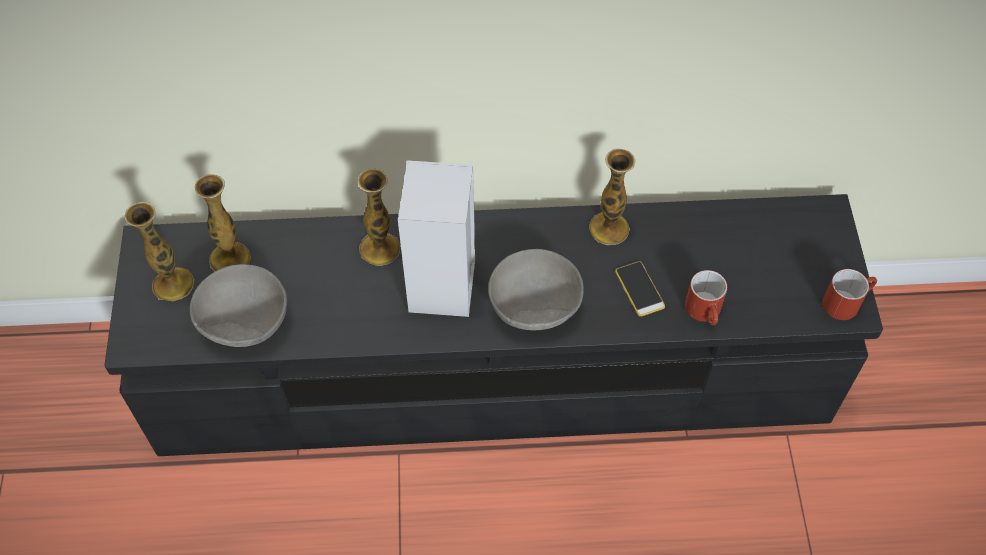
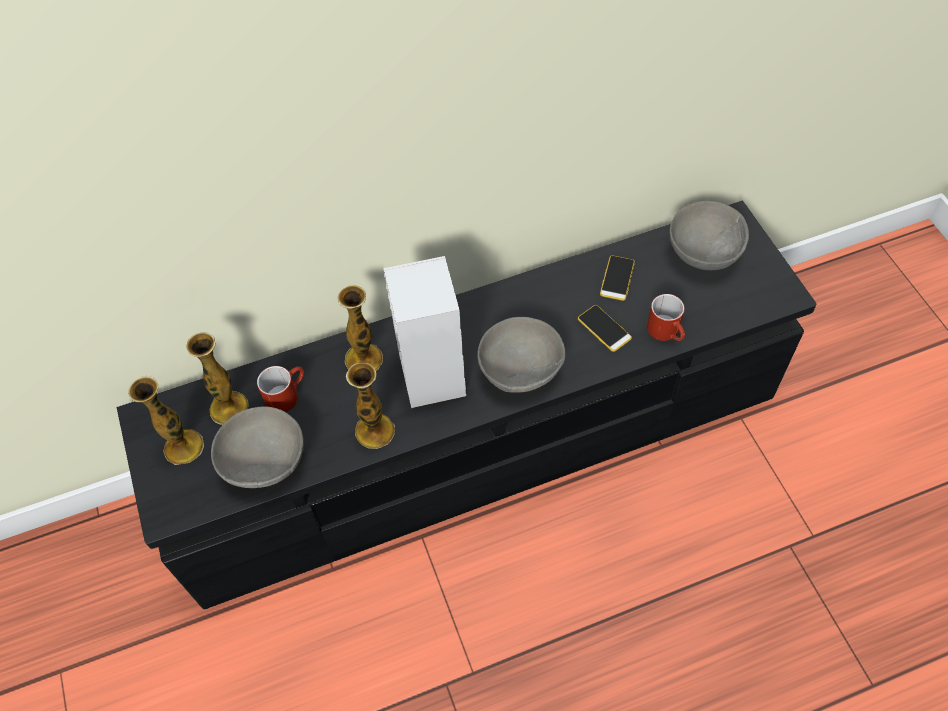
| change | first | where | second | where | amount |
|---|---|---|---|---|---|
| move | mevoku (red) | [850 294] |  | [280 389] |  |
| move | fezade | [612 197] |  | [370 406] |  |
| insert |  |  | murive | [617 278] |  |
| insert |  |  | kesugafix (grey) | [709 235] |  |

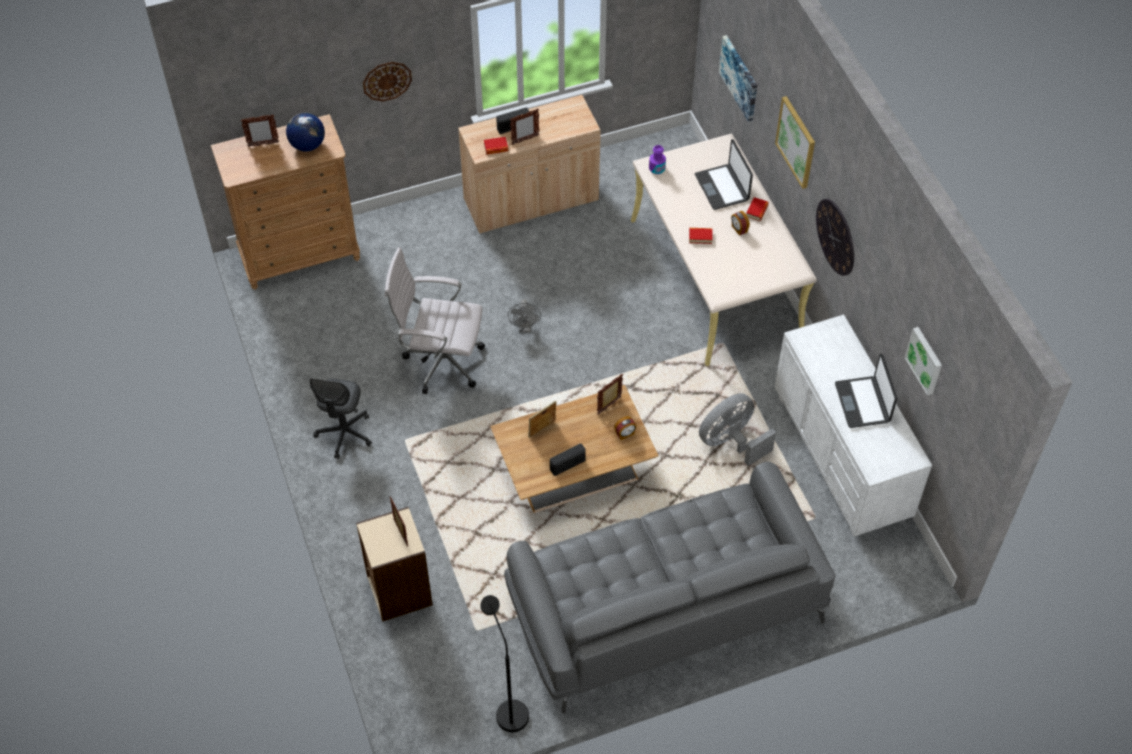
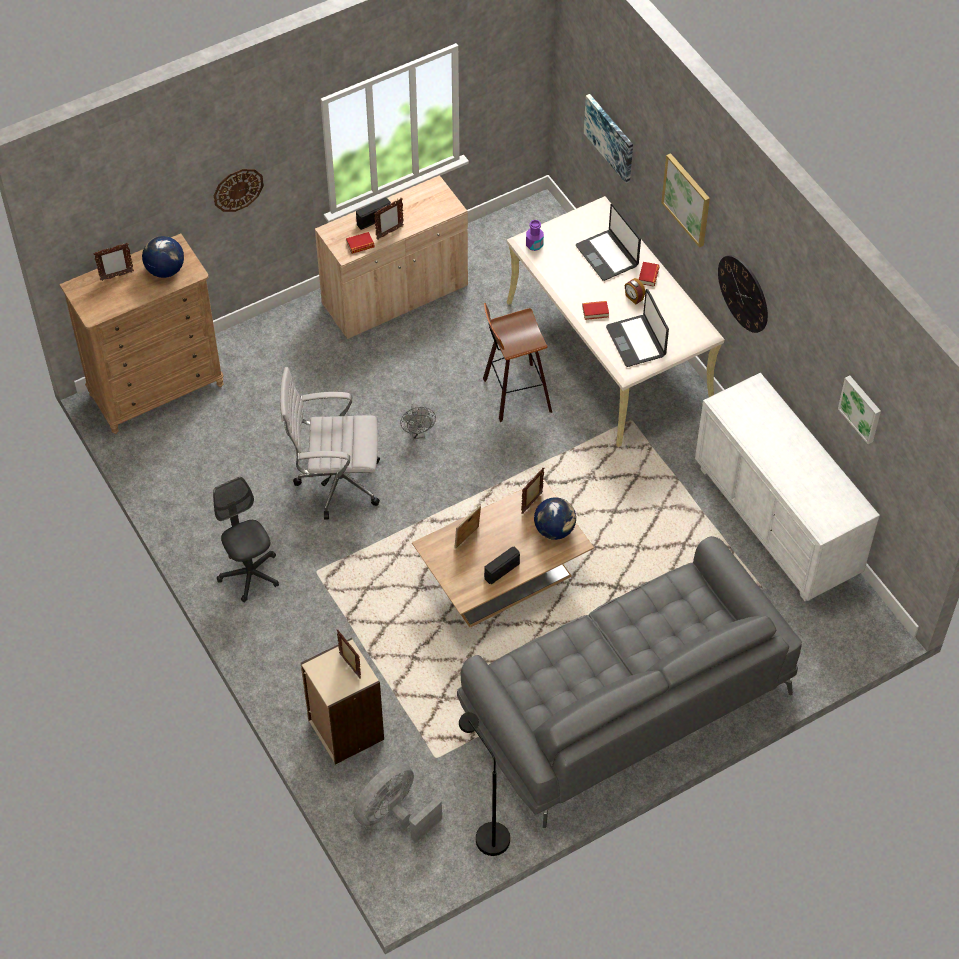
| change | first | where | second | where | amount |
|---|---|---|---|---|---|
| rotate | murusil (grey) | [341 418] |  | [246 539] | 150 degrees clockwise |
| move | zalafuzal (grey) | [737 429] |  | [397 802] |  |
| insert |  |  | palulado | [517 362] |  |
| replace | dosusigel | [625 428] | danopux | [555 518] |  |
| move | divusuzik | [866 390] |  | [637 328] |  |

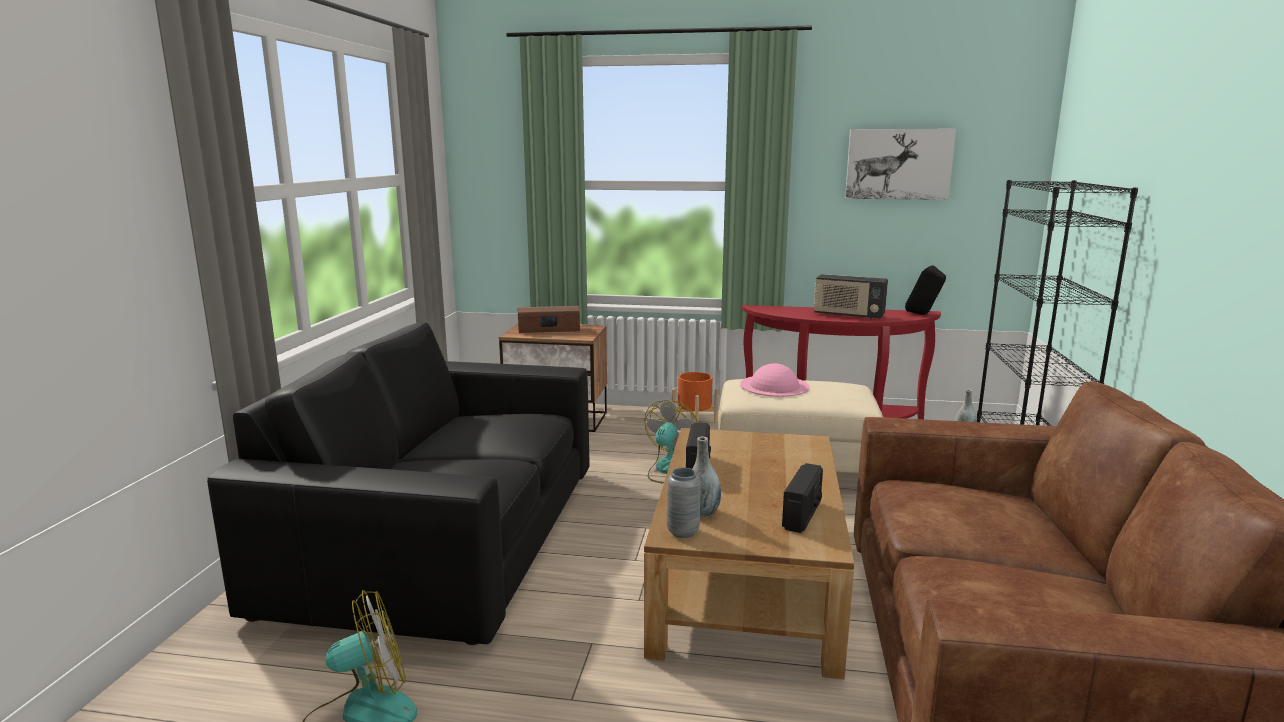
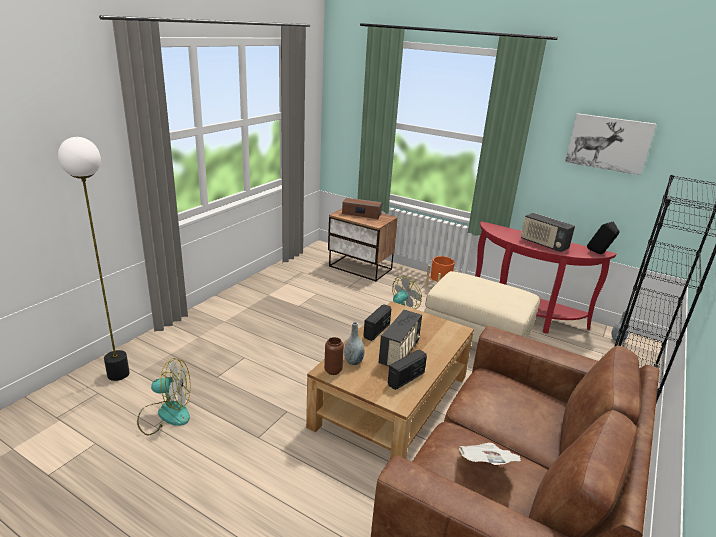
| change | first | where | second | where | amount |
|---|---|---|---|---|---|
| insert |  |  | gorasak | [94 259] |  |
| recolor | fezade (grey) | [684 503] | fezade (brown) | [334 356] |  |
| insert |  |  | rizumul | [400 338] |  |
| insert |  |  | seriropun | [490 454] |  |
| delete | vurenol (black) | [398 483] |  |  |  |
| delete | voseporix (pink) | [775 380] |  |  |  |

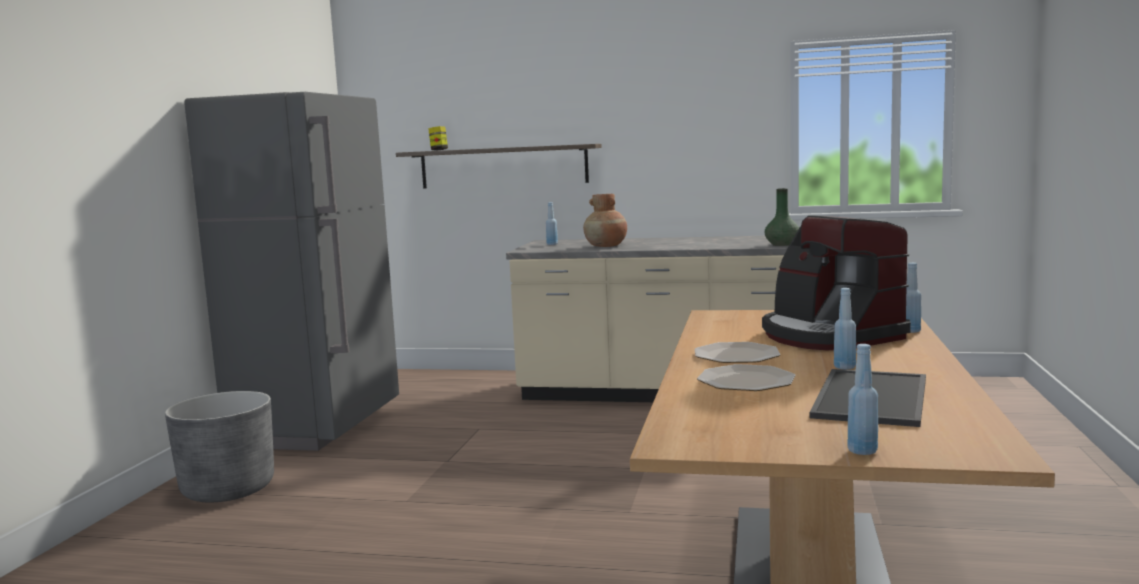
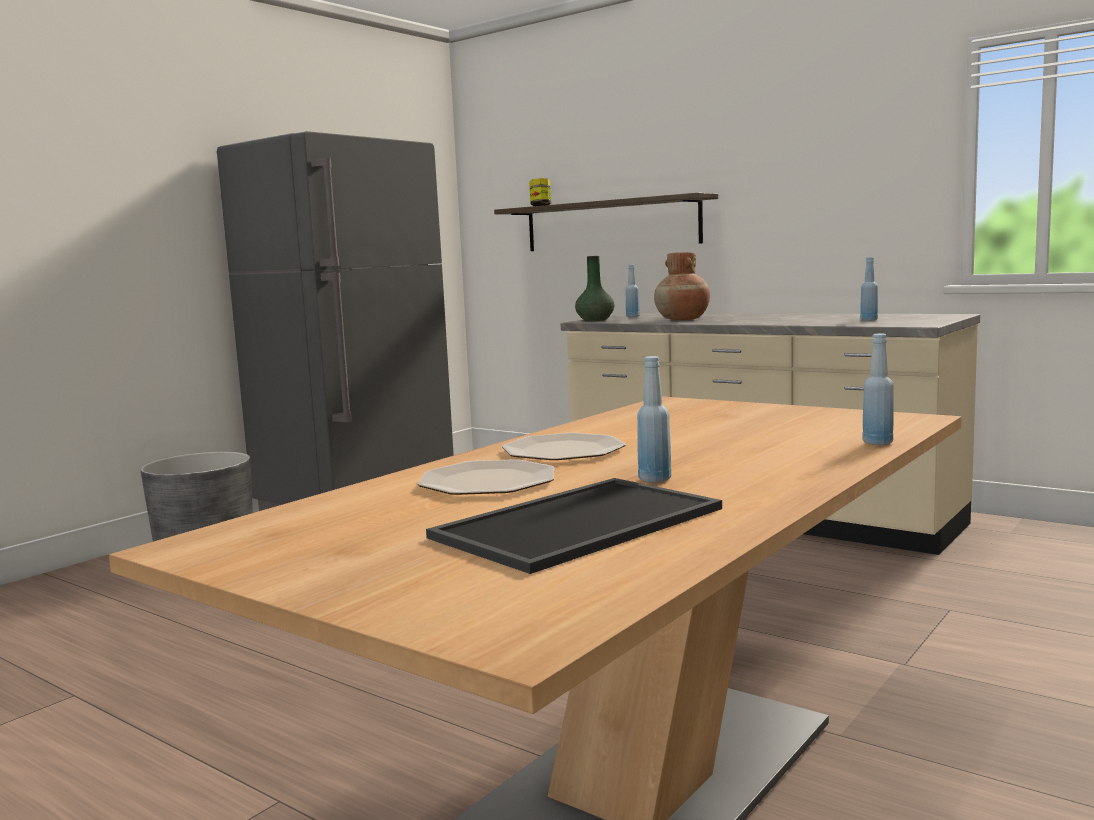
| change | first | where | second | where | amount |
|---|---|---|---|---|---|
| move | fezade (green) | [781 217] |  | [595 288] |  |
| move | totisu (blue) | [862 399] |  | [869 289] |  |
| delete | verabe | [836 282] |  |  |  |

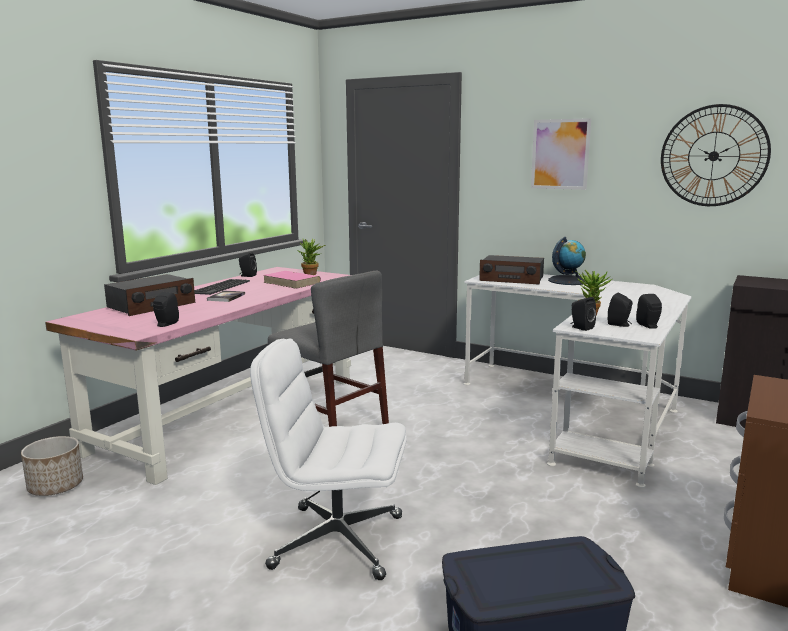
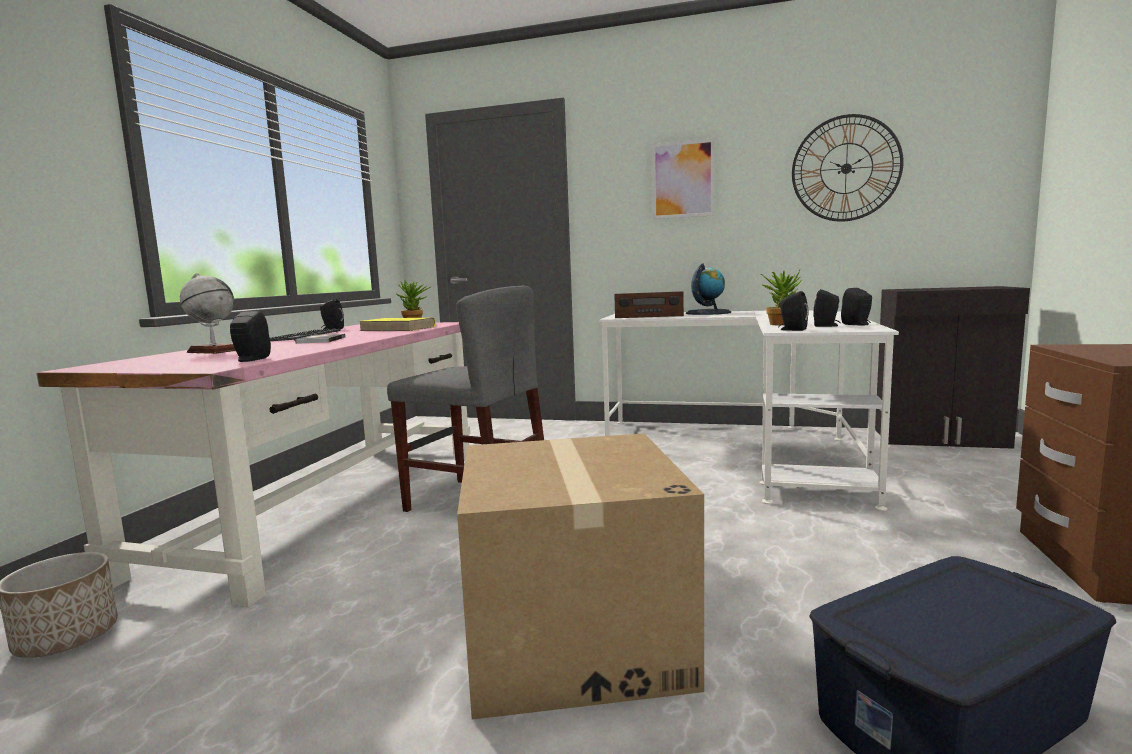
| change | first | where | second | where | amount |
|---|---|---|---|---|---|
| replace | rizumul | [149 295] | danopux | [208 313] |  |
| recolor | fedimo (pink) | [292 280] | fedimo (yellow) | [397 324] |  |
| replace | murusil (white) | [328 459] | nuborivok | [580 576] |  |

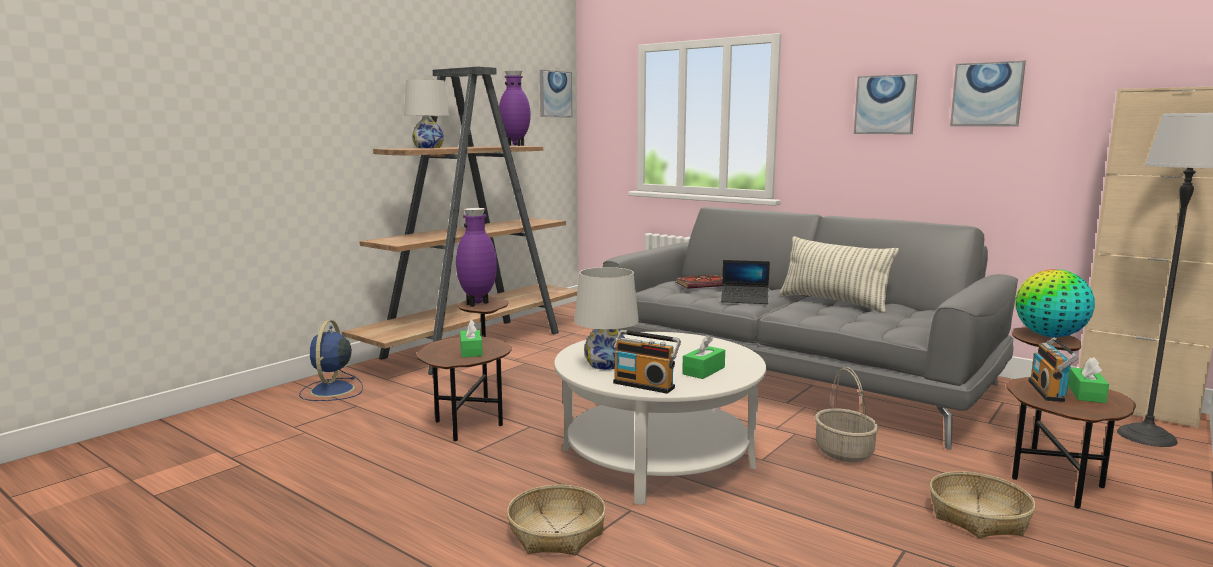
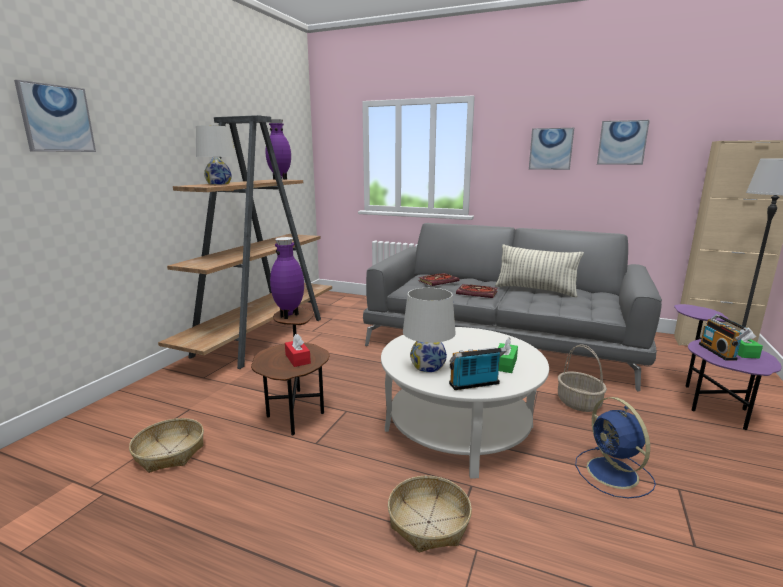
| change | first | where | second | where | amount |
|---|---|---|---|---|---|
| move | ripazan | [556 94] |  | [55 116] |  |
| move | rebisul | [983 504] |  | [166 445] |  |
| recolor | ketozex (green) | [471 338] | ketozex (red) | [298 350] |  |
| rotate | rizumul | [647 362] |  | [478 368] | 150 degrees clockwise |
| replace | divusuzik | [745 282] | fedimo | [477 291] |  |
| move | zalafuzal (blue) | [331 360] |  | [615 447] |  |
| recolor | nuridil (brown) | [1071 418] | nuridil (purple) | [727 367] |  |
| delete | danopux | [1055 303] |  |  |  |

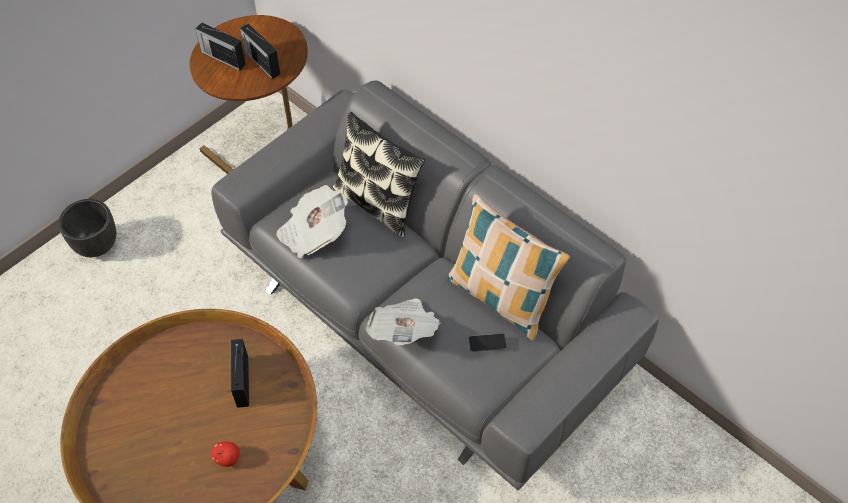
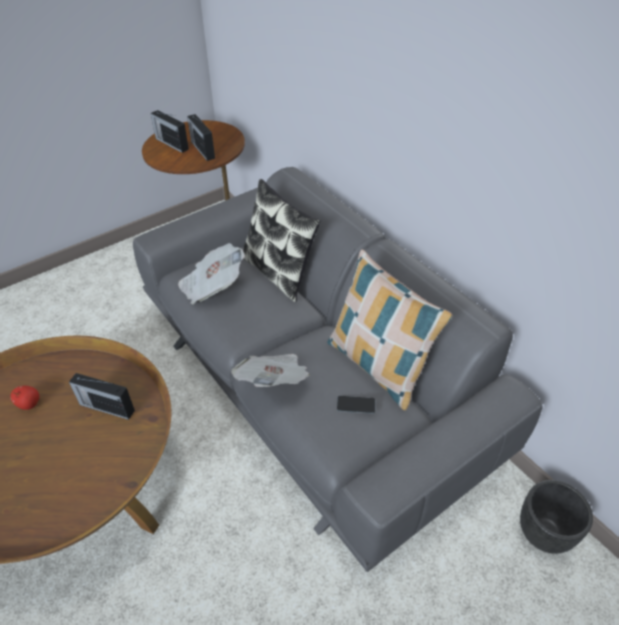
| change | first | where | second | where | amount |
|---|---|---|---|---|---|
| move | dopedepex | [225 454] |  | [24 398] |  |
| rotate | rizumul | [240 373] |  | [102 396] | 75 degrees counterclockwise |
| move | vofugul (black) | [87 228] |  | [556 517] |  |

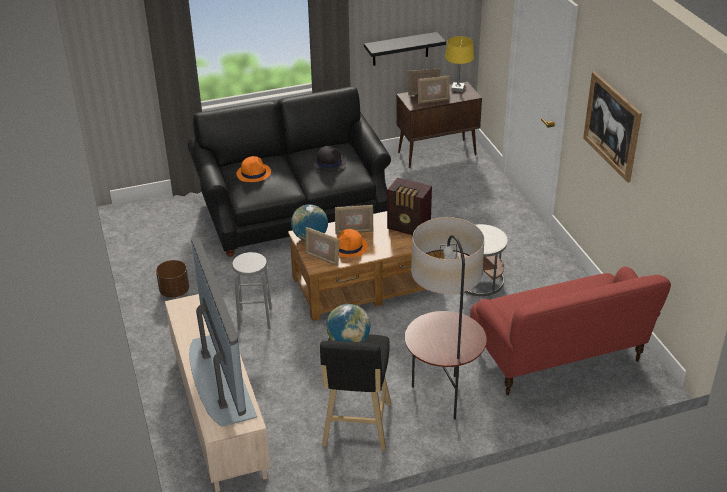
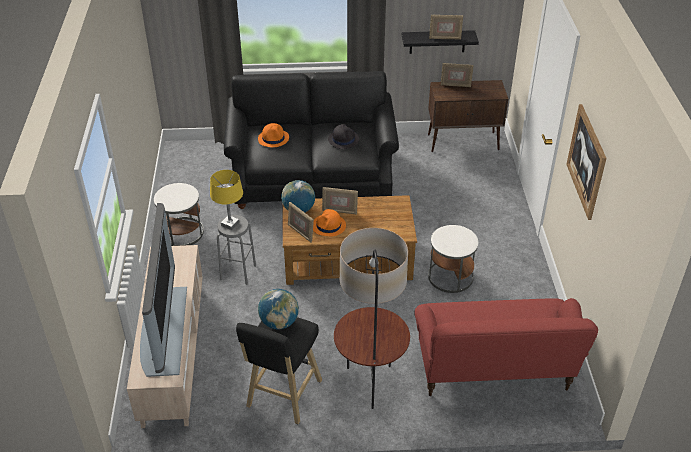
| change | first | where | second | where | amount |
|---|---|---|---|---|---|
| replace | vofugul (brown) | [172 279] | nuridil (white) | [179 214] |  |
| move | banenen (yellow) | [459 64] |  | [226 200] |  |
| move | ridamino | [434 89] |  | [446 27] |  |
| delete | rizumul | [409 206] |  |  |  |

